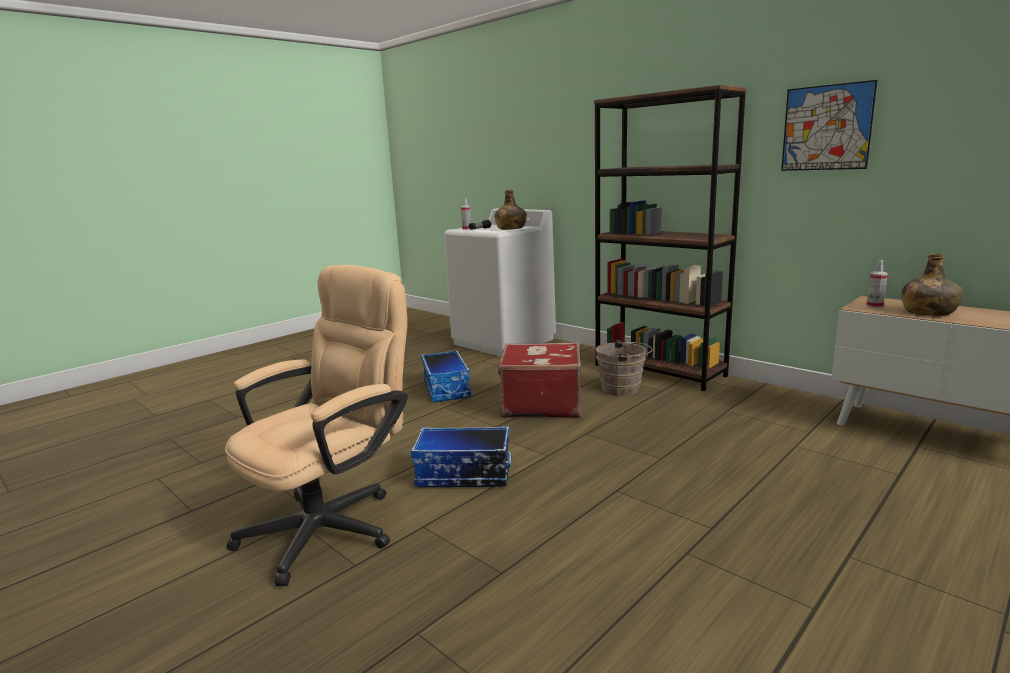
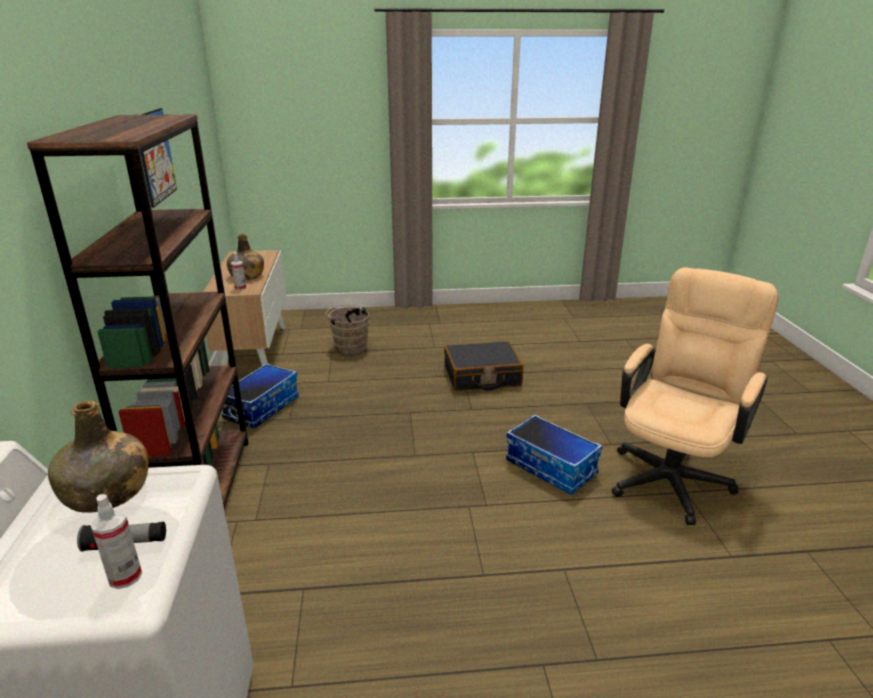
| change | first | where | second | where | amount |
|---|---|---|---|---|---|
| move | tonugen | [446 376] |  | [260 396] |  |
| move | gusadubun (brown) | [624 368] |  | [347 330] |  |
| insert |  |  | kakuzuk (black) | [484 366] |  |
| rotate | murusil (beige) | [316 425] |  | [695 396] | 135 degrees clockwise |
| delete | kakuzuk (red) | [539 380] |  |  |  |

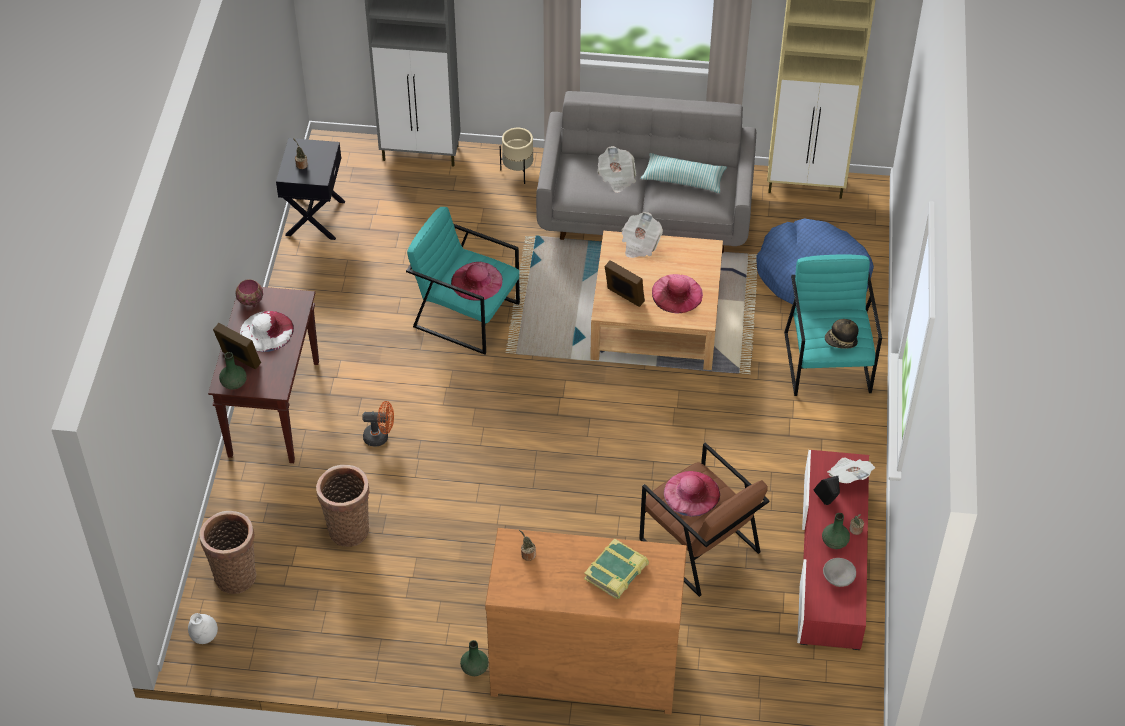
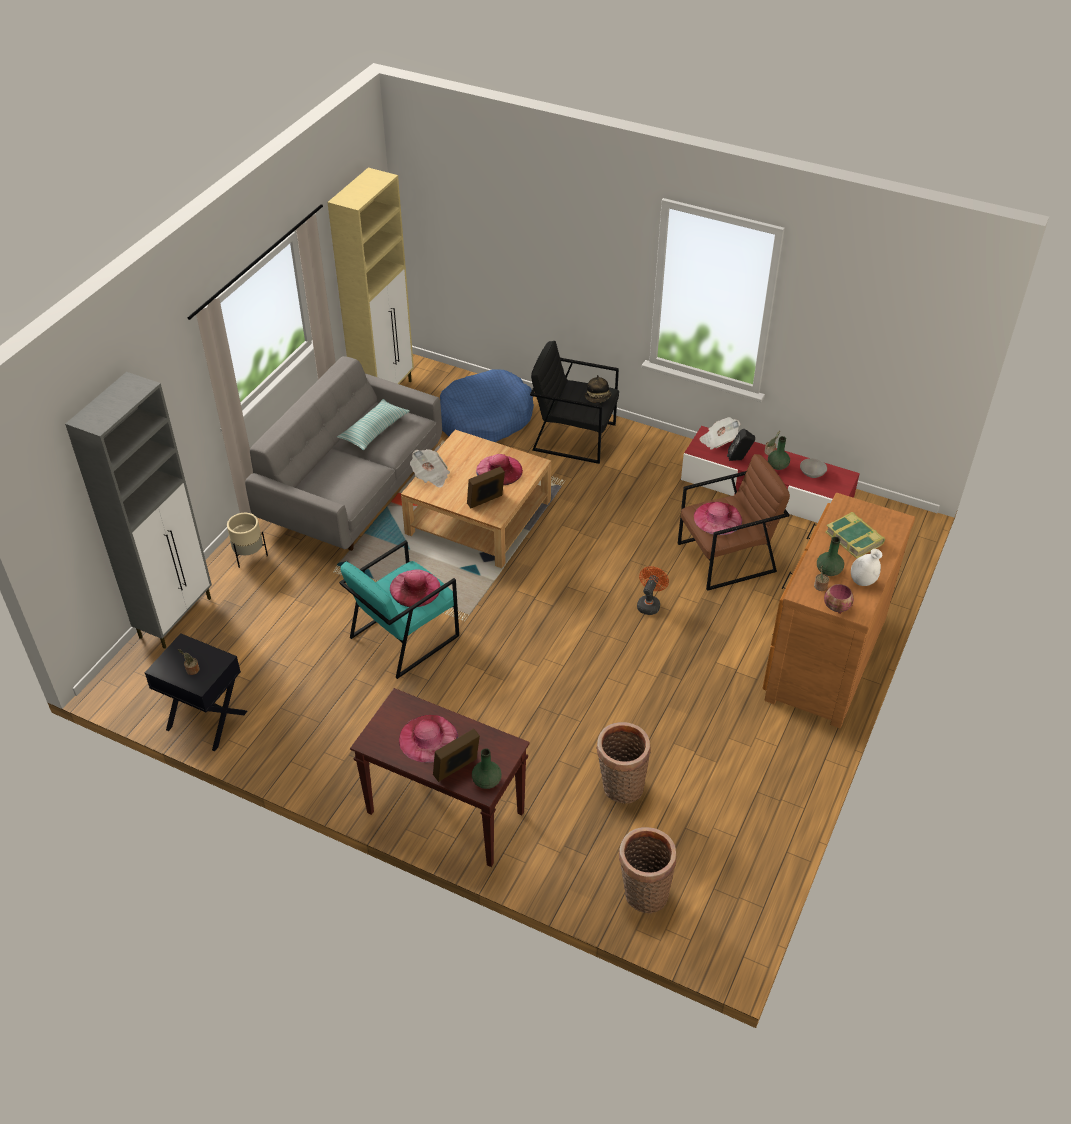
| change | first | where | second | where | amount |
|---|---|---|---|---|---|
| recolor | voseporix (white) | [267 331] | voseporix (pink) | [428 739] |  |
| recolor | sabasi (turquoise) | [833 325] | sabasi (black) | [574 402] |  |
| move | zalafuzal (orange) | [378 424] |  | [653 590] |  |
| move | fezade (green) | [474 658] |  | [830 556] |  |
| move | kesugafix | [249 293] |  | [839 599] |  |
| move | fezade (white) | [203 628] |  | [866 567] |  |
| delete | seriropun | [617 169] |  |  |  |

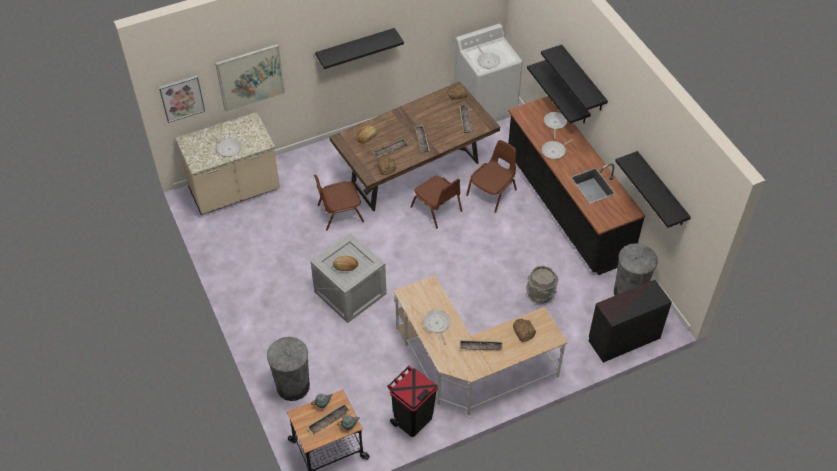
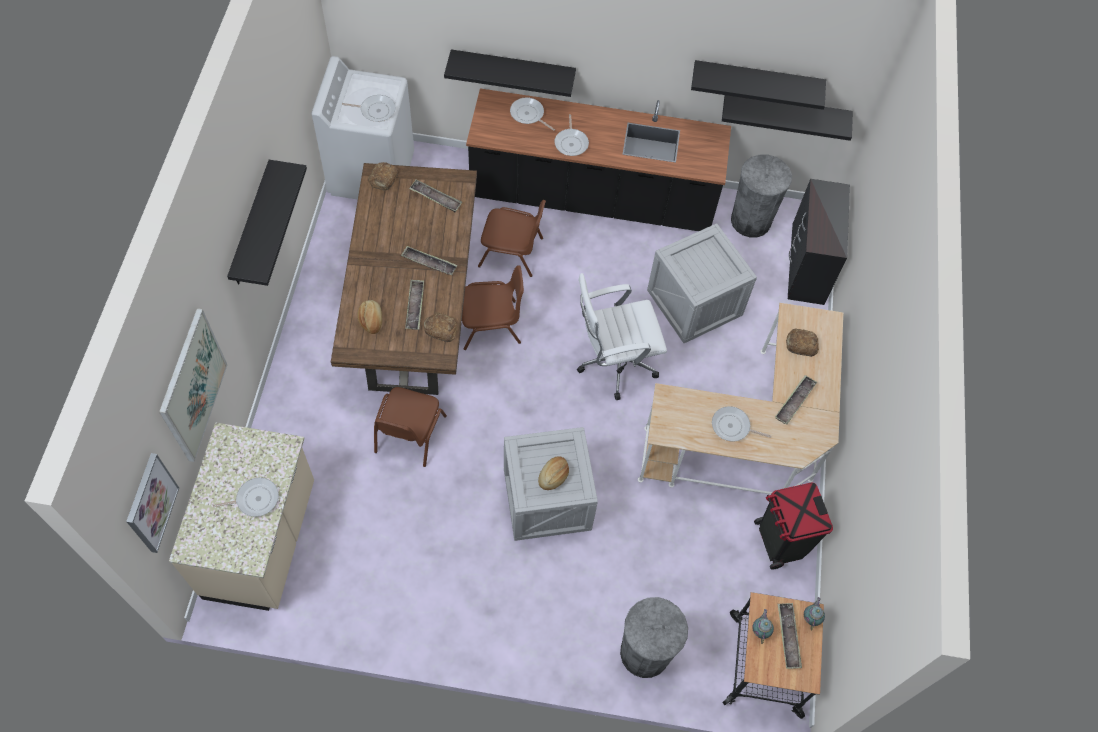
| change | first | where | second | where | amount |
|---|---|---|---|---|---|
| rotate | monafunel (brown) | [491 176] |  | [512 238] | 120 degrees clockwise |
| insert |  |  | murusil (white) | [622 336] |  |
| replace | gusadubun (grey) | [542 284] | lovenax | [702 283] |  |
| move | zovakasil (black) | [574 78] |  | [787 118] |  |

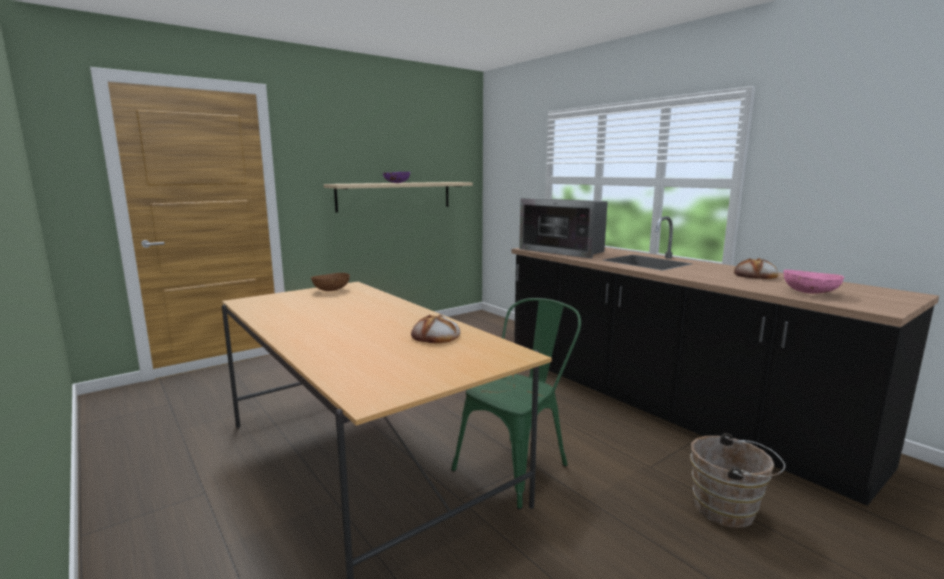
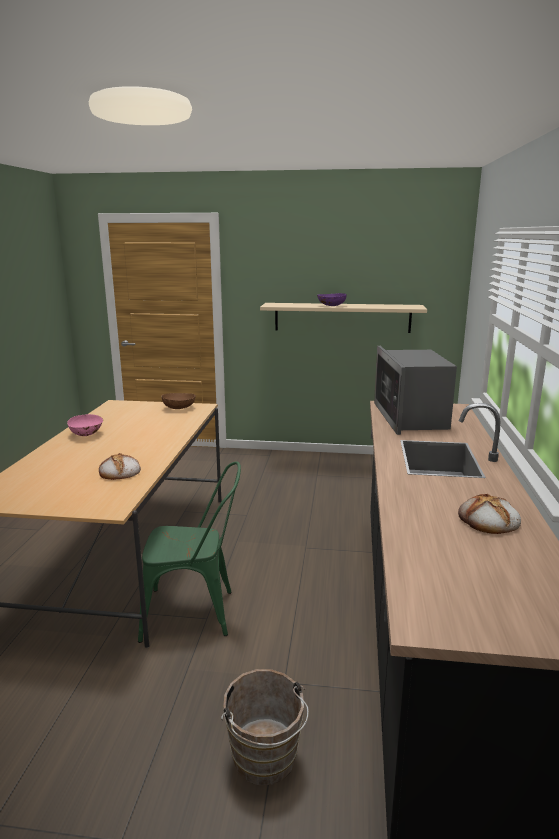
| change | first | where | second | where | amount |
|---|---|---|---|---|---|
| move | kesugafix (pink) | [813 282] |  | [85 425] |  |

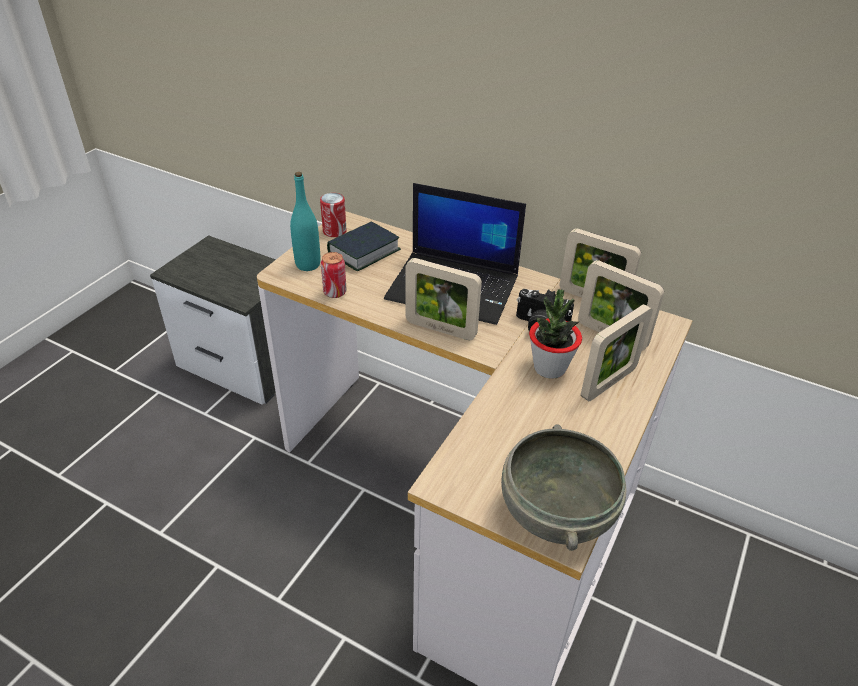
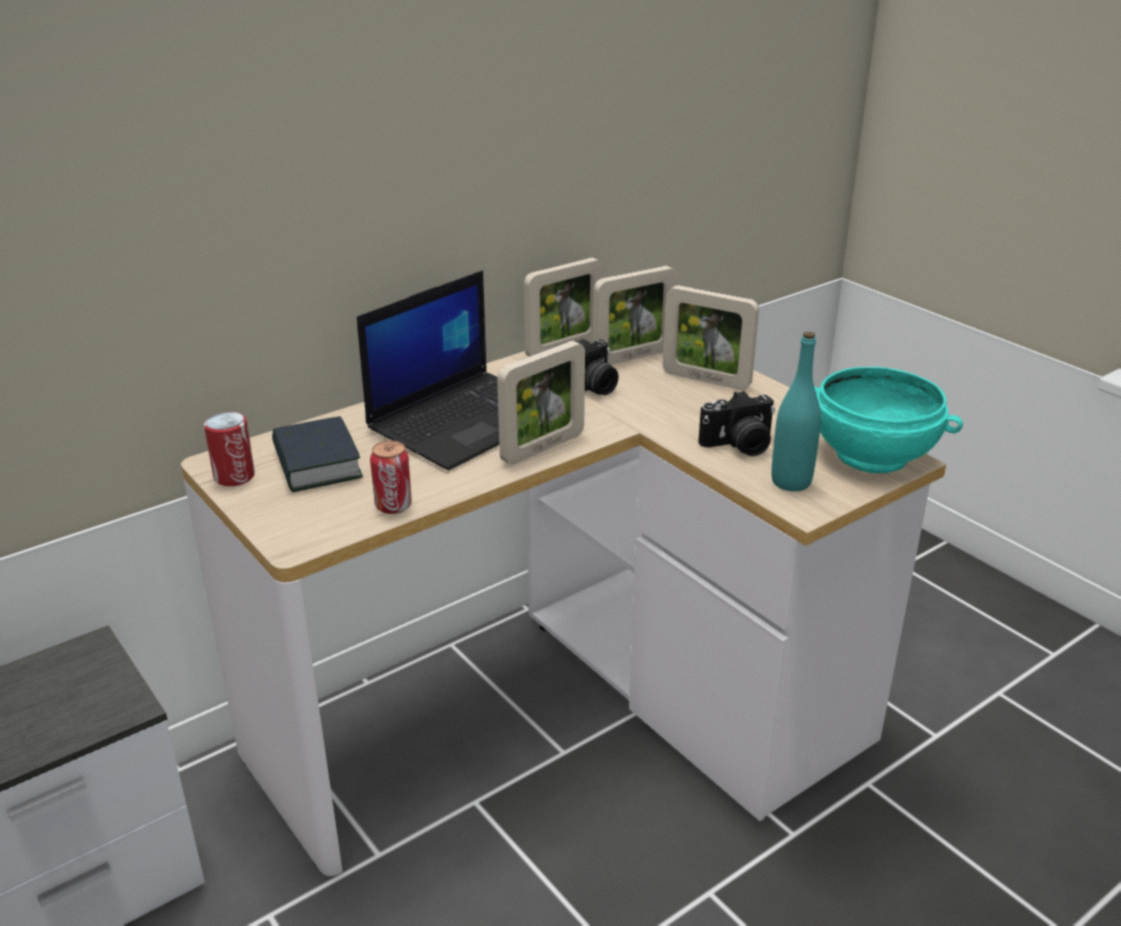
| change | first | where | second | where | amount |
|---|---|---|---|---|---|
| rotate | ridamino | [617 352] |  | [711 337] | 135 degrees clockwise |
| insert |  |  | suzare | [736 423] |  |
| move | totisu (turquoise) | [305 221] |  | [796 411] |  |
| recolor | kesugafix (grey) | [563 487] | kesugafix (turquoise) | [888 420] |  |
| delete | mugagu | [555 334] |  |  |  |

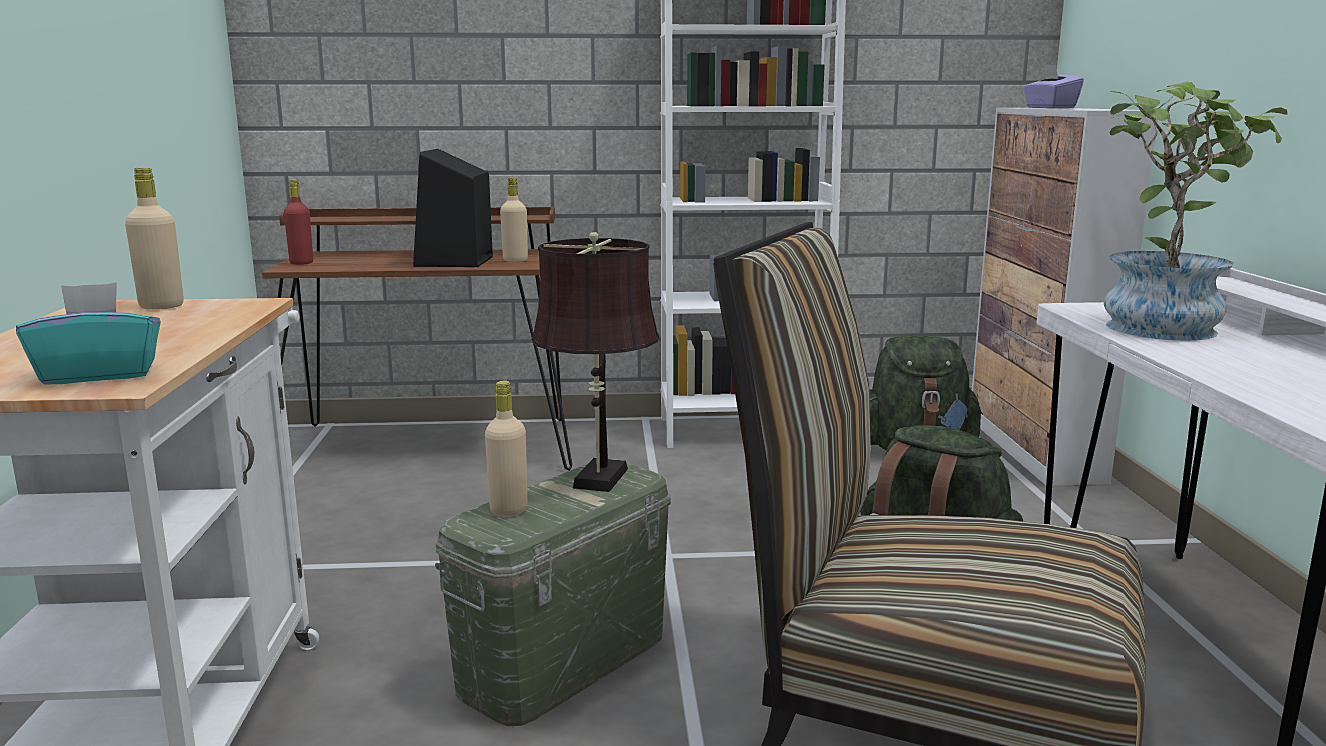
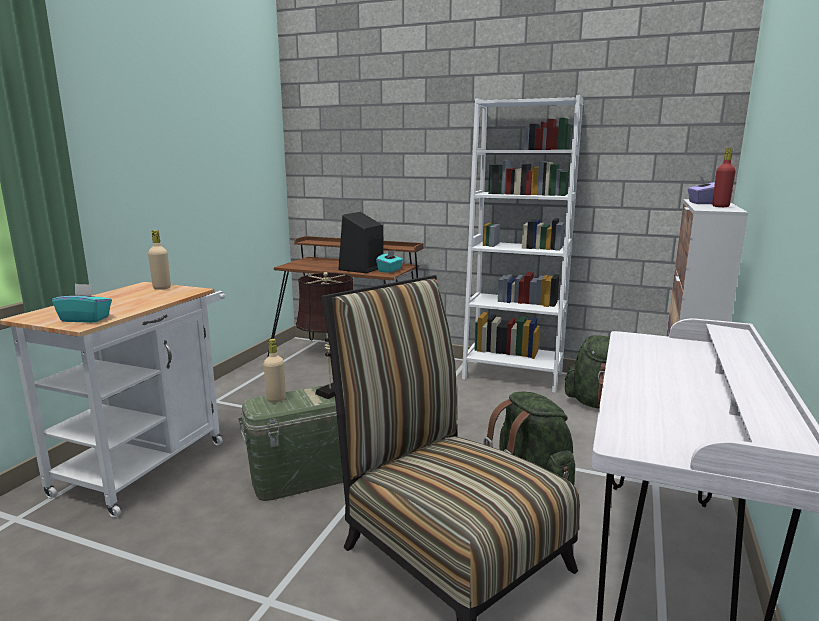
| change | first | where | second | where | amount |
|---|---|---|---|---|---|
| replace | totisu (beige) | [514 220] | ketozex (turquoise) | [389 261] |  |
| move | totisu (red) | [298 222] |  | [723 177] |  |
| delete | mugagu | [1195 211] |  |  |  |

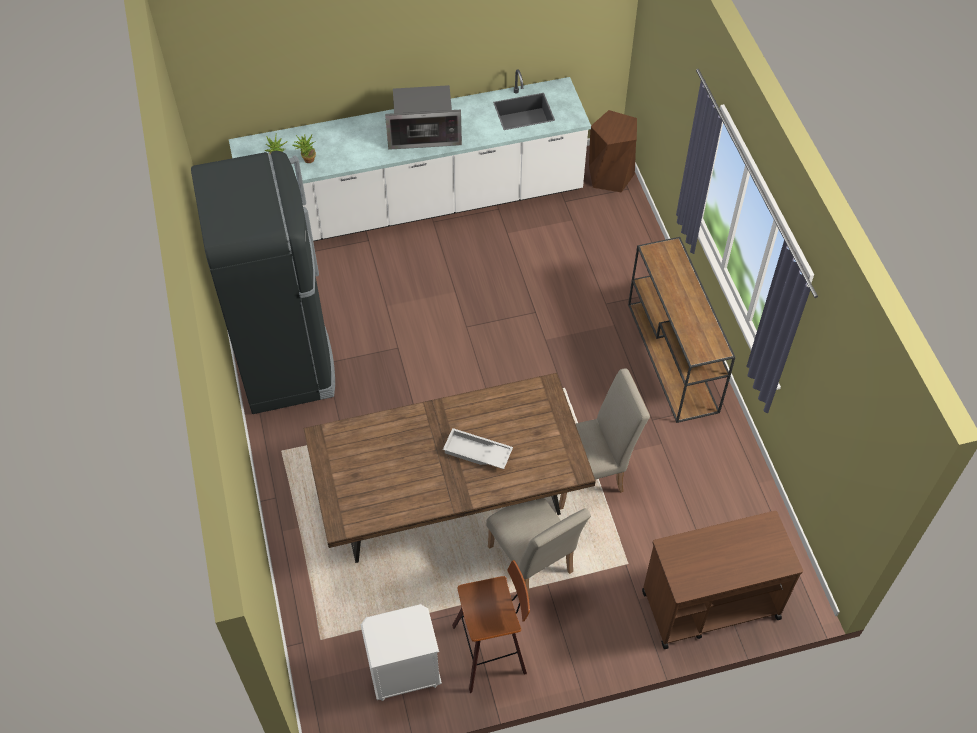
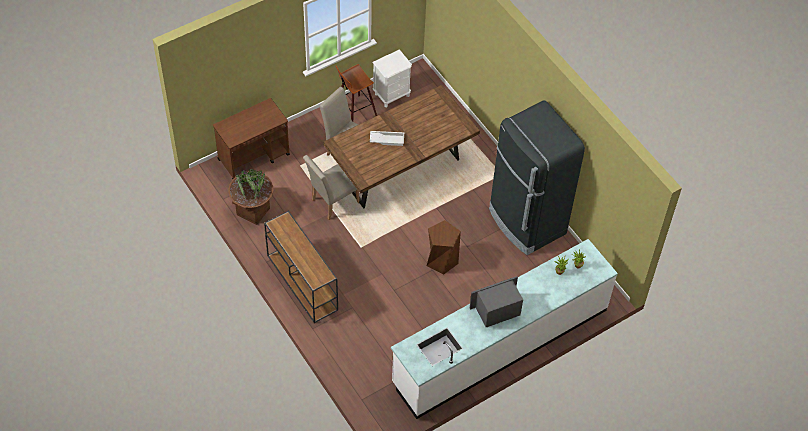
| change | first | where | second | where | amount |
|---|---|---|---|---|---|
| insert |  |  | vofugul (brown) | [250 197] |  |
| move | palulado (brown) | [613 151] |  | [444 247] |  |

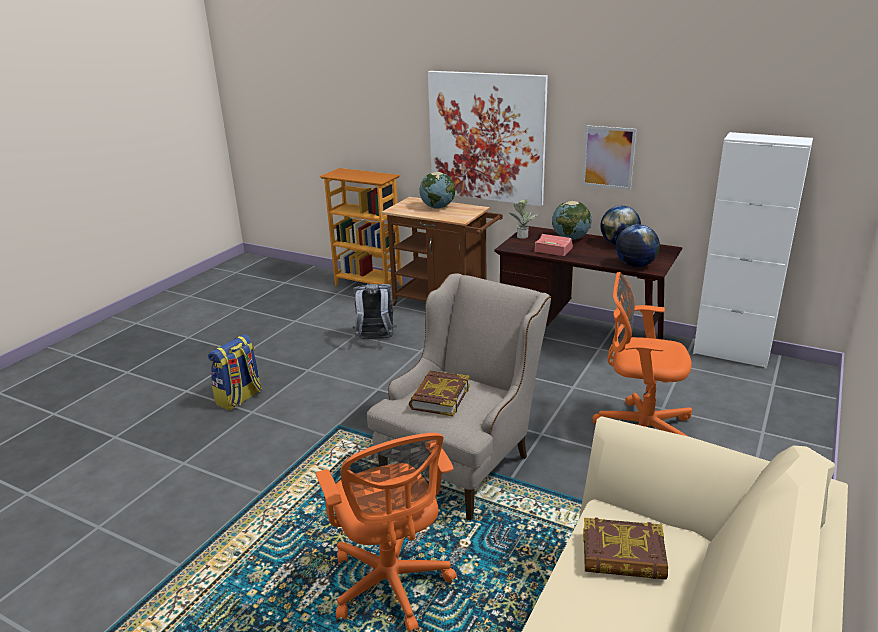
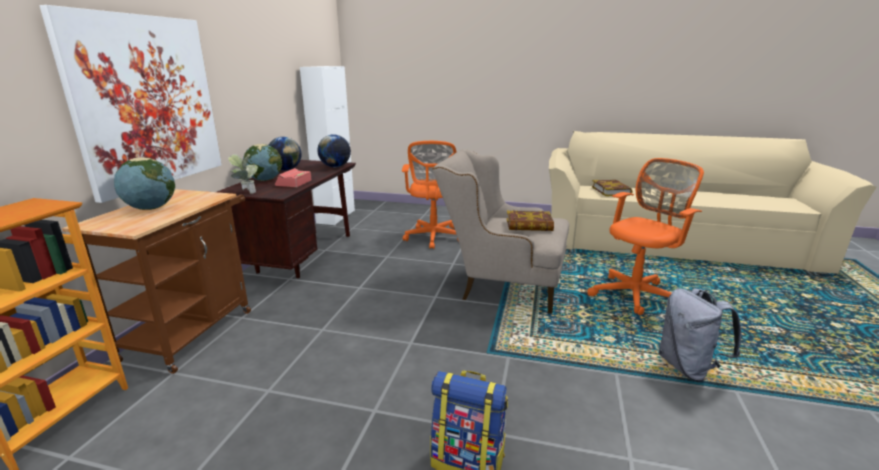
| change | first | where | second | where | amount |
|---|---|---|---|---|---|
| move | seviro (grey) | [375 311] |  | [700 335] |  |
| delete | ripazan | [609 157] |  |  |  |

